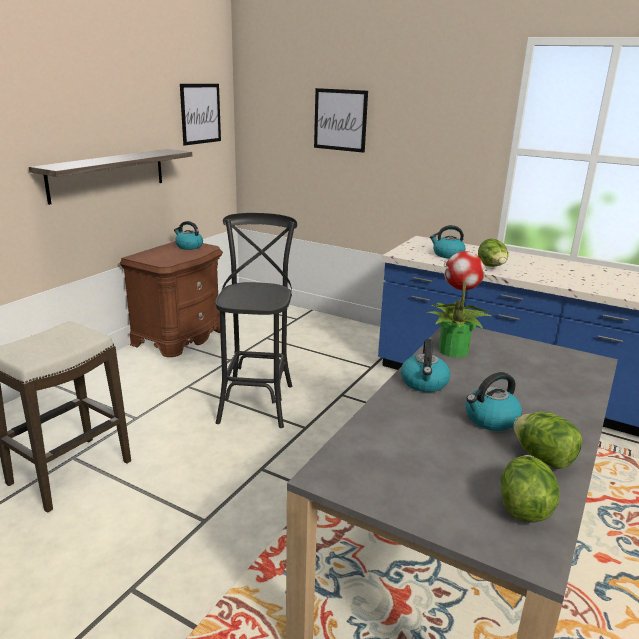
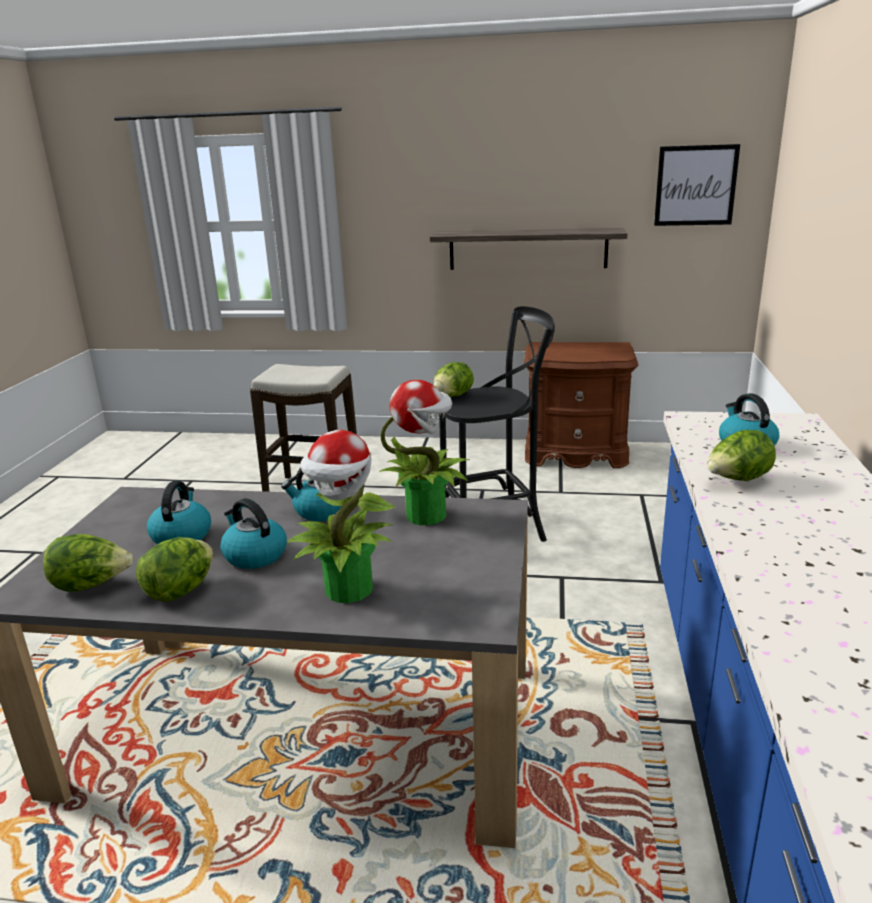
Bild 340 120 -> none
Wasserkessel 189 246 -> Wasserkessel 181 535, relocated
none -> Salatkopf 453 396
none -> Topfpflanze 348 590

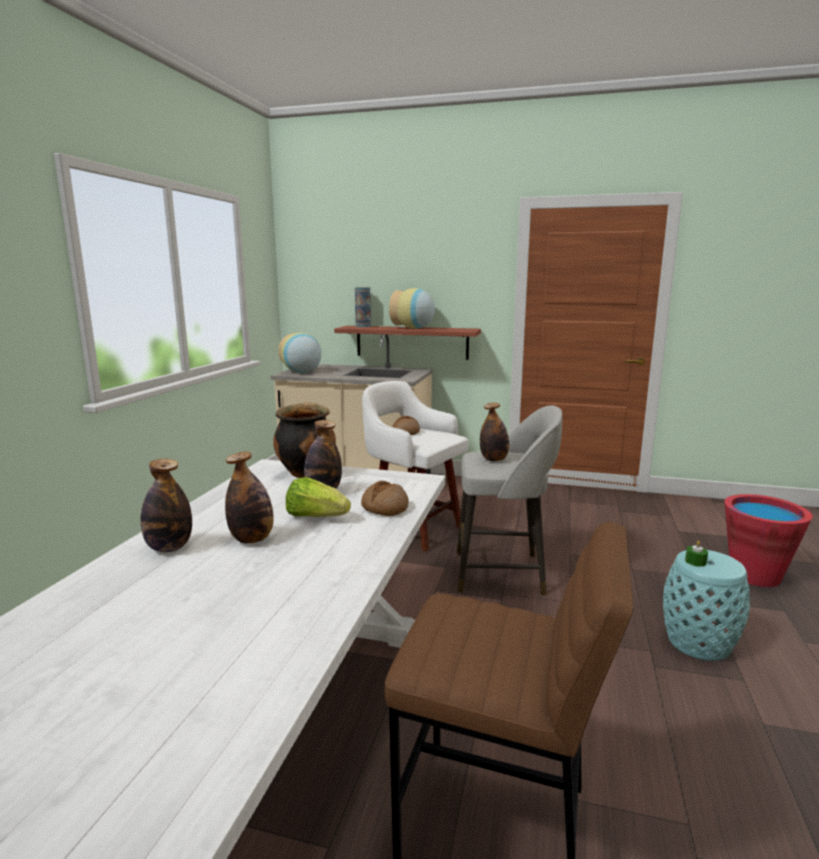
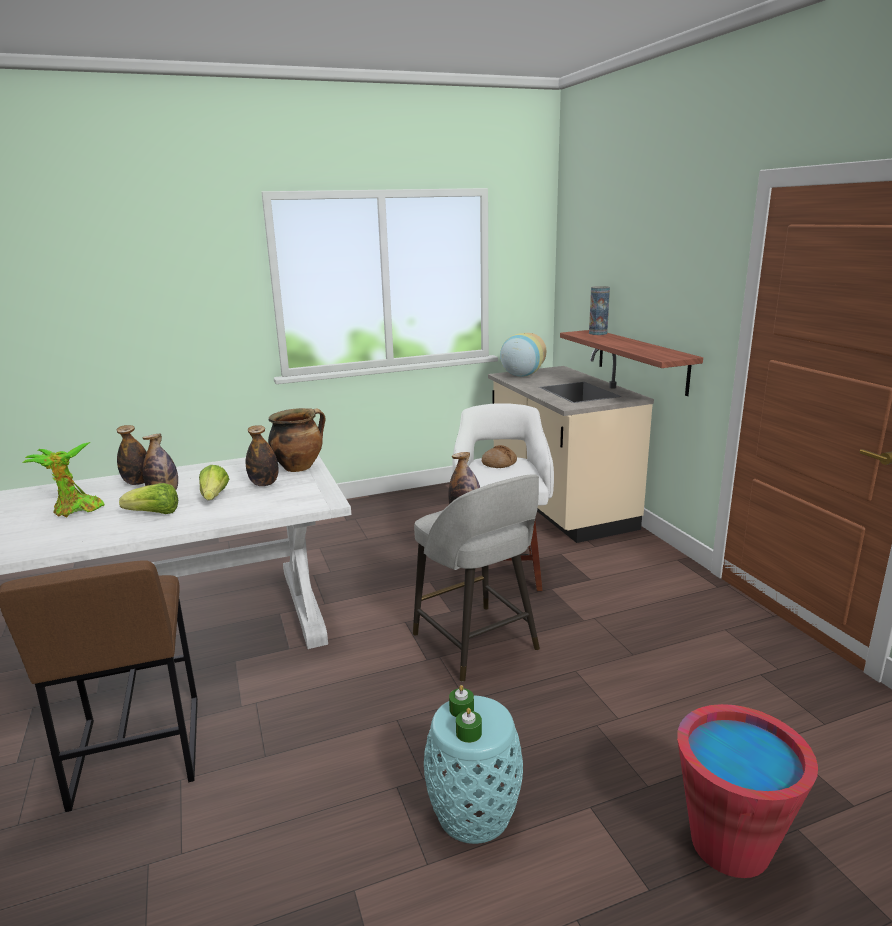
Vase 414 328 -> none
Brot 384 508 -> none
none -> Topfpflanze 75 510
none -> Salatkopf 154 514
none -> Kerze [grün] 468 733

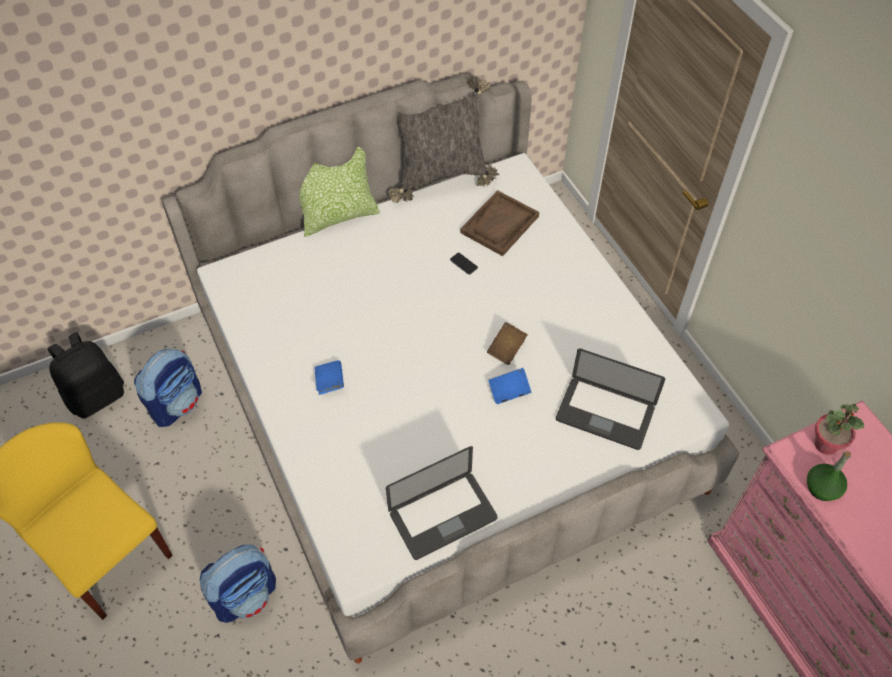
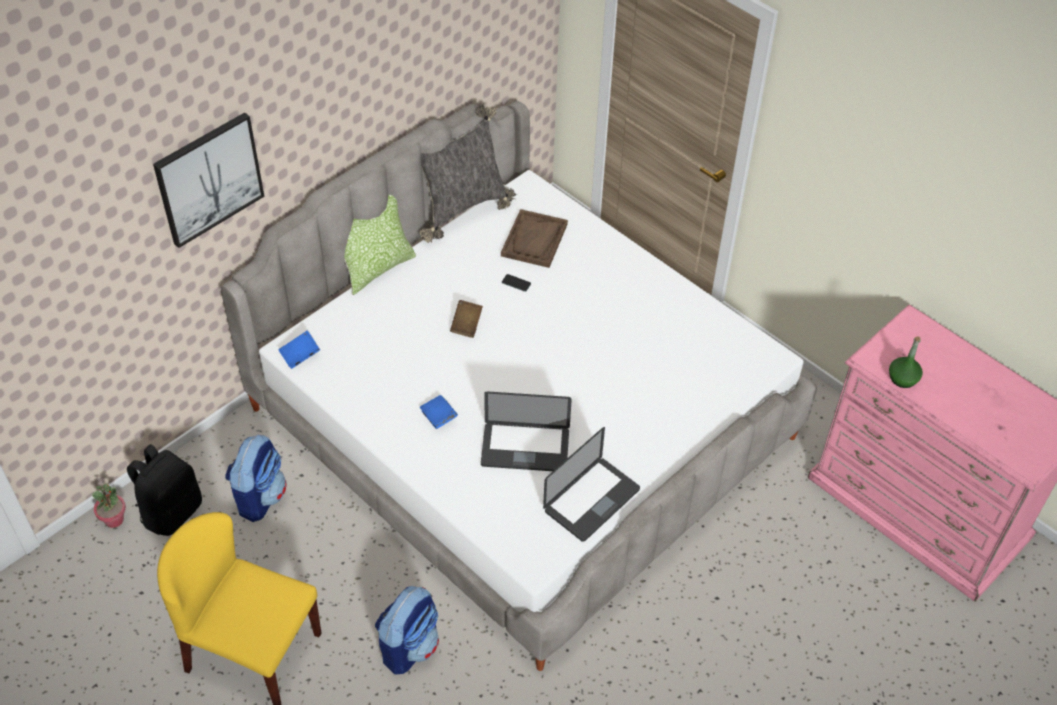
Buch [braun] 506 349 -> Buch [braun] 466 325, relocated
Laptop 605 414 -> Laptop 525 448, relocated
Buch [blau] 509 391 -> Buch [blau] 300 356, relocated
Topfpflanze 825 444 -> Topfpflanze 114 520, relocated
none -> Bild 208 178

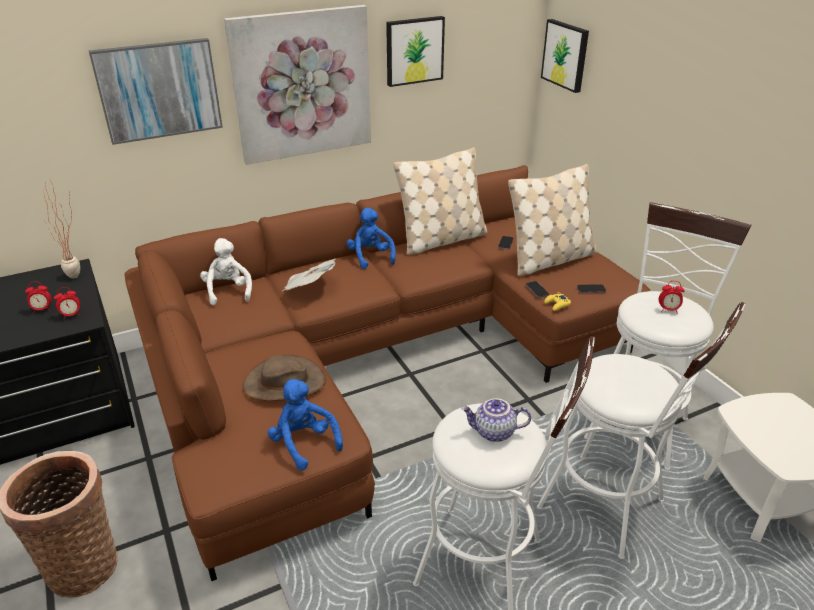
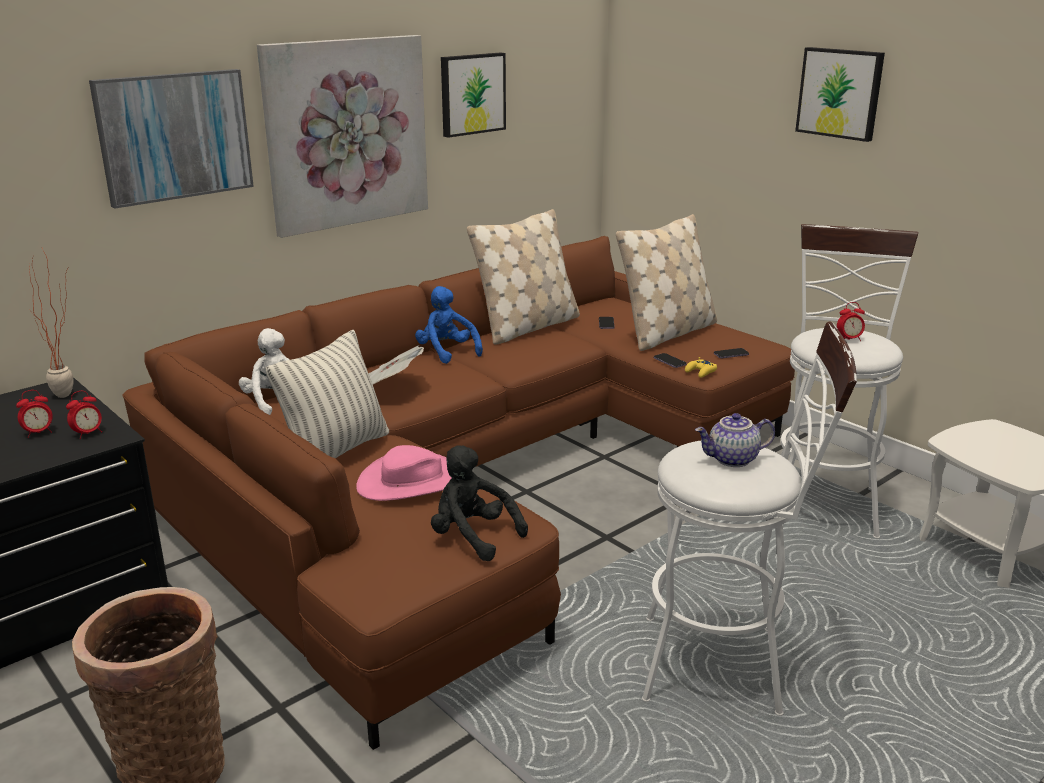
Bild 566 55 -> Bild 840 93, relocated
Hocker [weiß] 610 509 -> none
Hut [braun] 284 383 -> Hut [rosa] 412 482
Plüschtier [blau] 304 443 -> Plüschtier [schwarz] 472 537
none -> Kissen 336 452

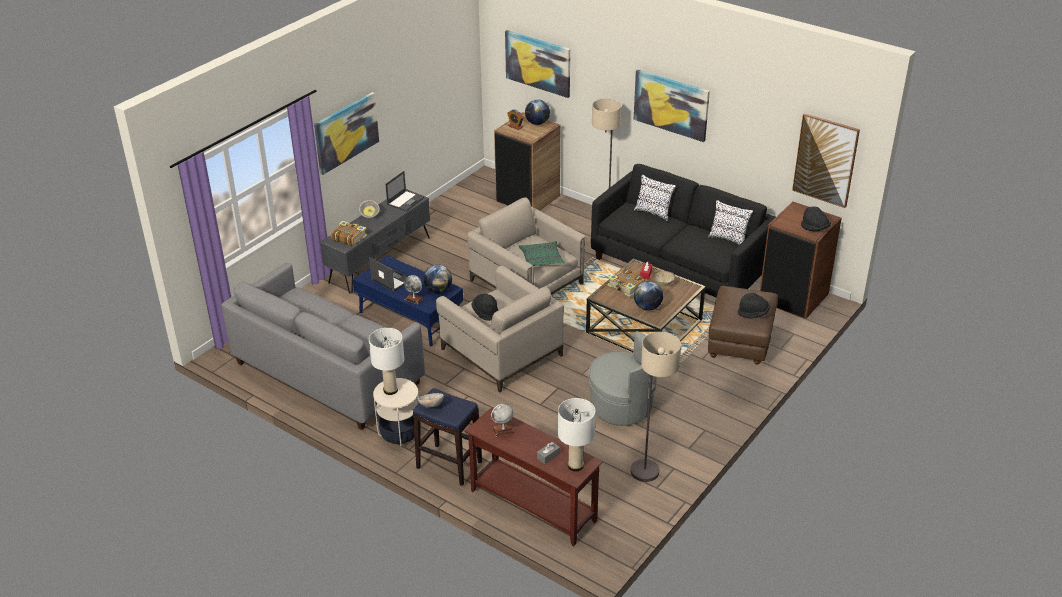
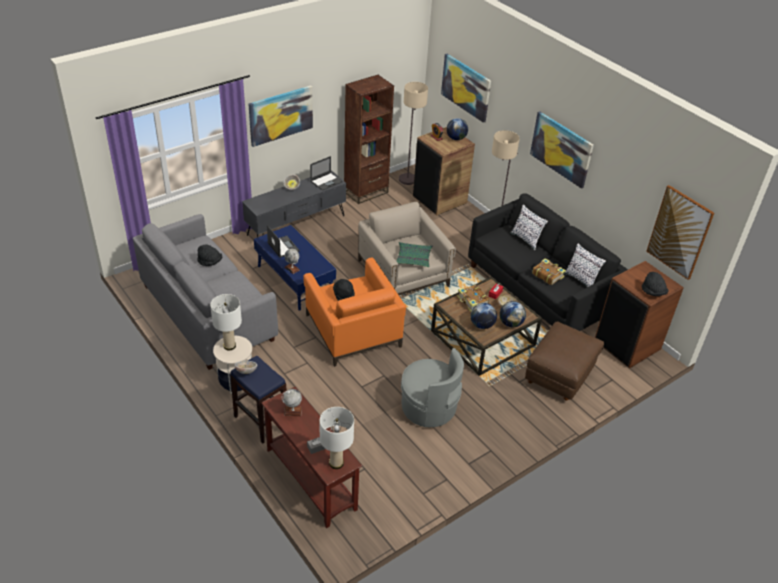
Buch 349 237 -> Buch 547 275, relocated
Globus 438 290 -> Globus 510 323, relocated
Sessel [beige] 501 352 -> Sessel [orange] 352 330
Hut [schwarz] 753 313 -> Hut [schwarz] 210 262, relocated
Stehlampe [beige] 649 477 -> Stehlampe [beige] 408 183, relocated
none -> Bücherregal [braun] 366 192

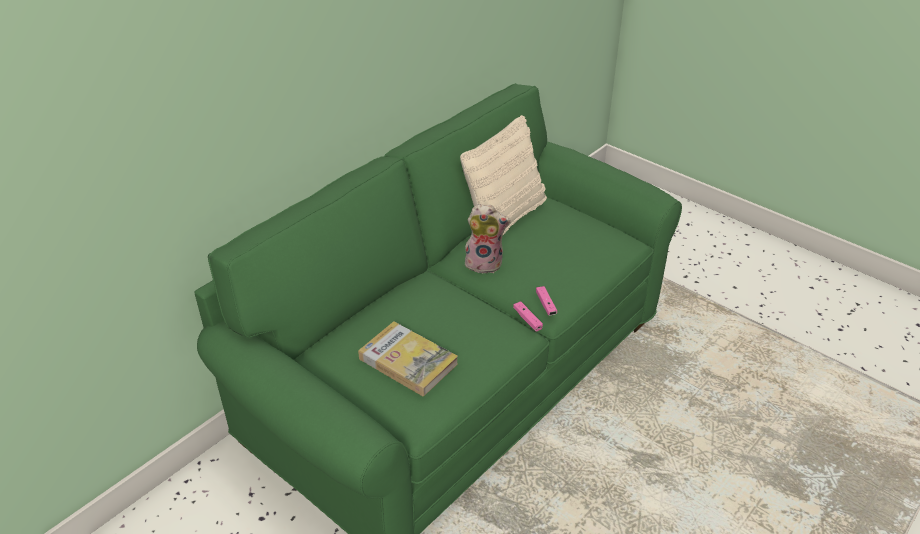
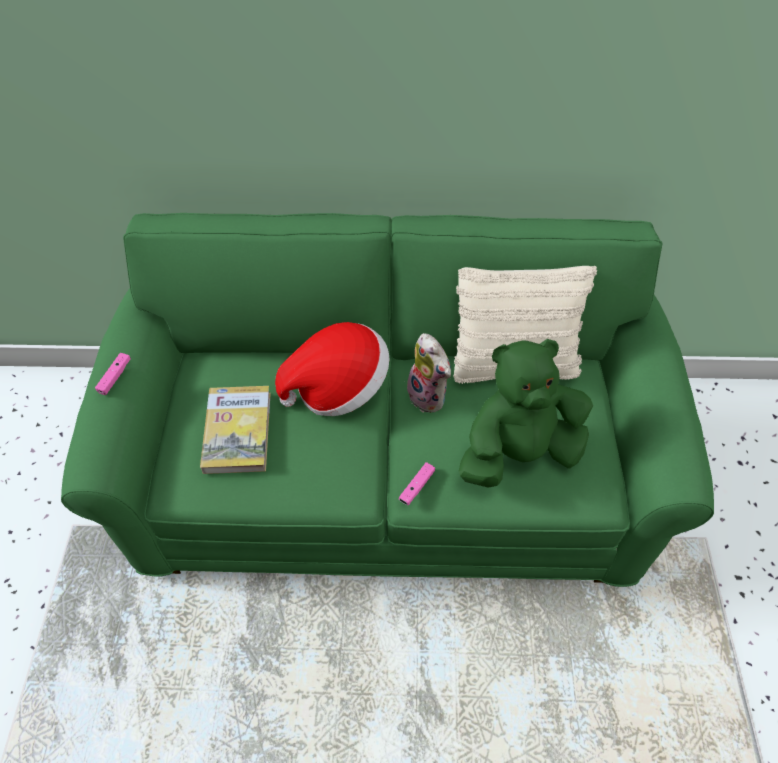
Gamepad [rosa] 527 319 -> Gamepad [rosa] 115 377, relocated
none -> Hut 338 387
none -> Plüschtier [grün] 518 452

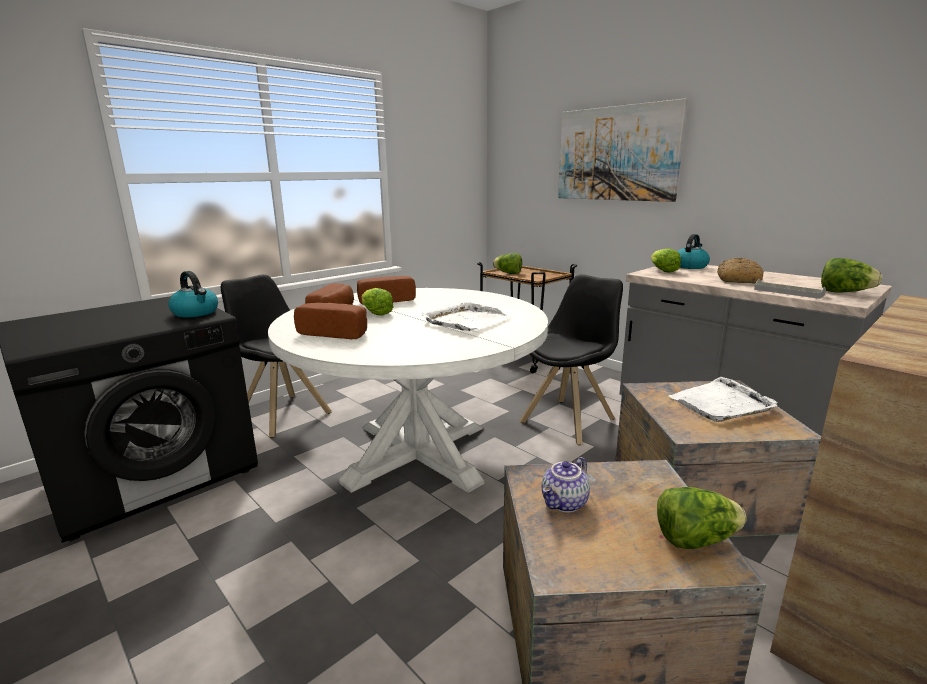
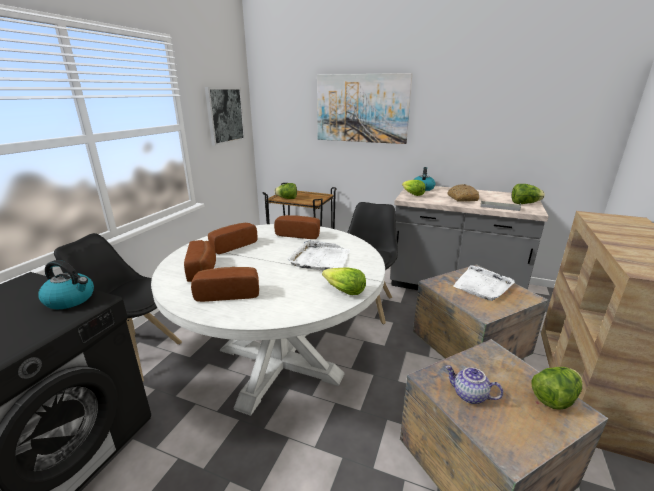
Salatkopf 376 313 -> Salatkopf 344 291, relocated
Teekanne 565 503 -> Teekanne 469 395, 105 degrees clockwise
none -> Bild 225 115
none -> Brot 299 234

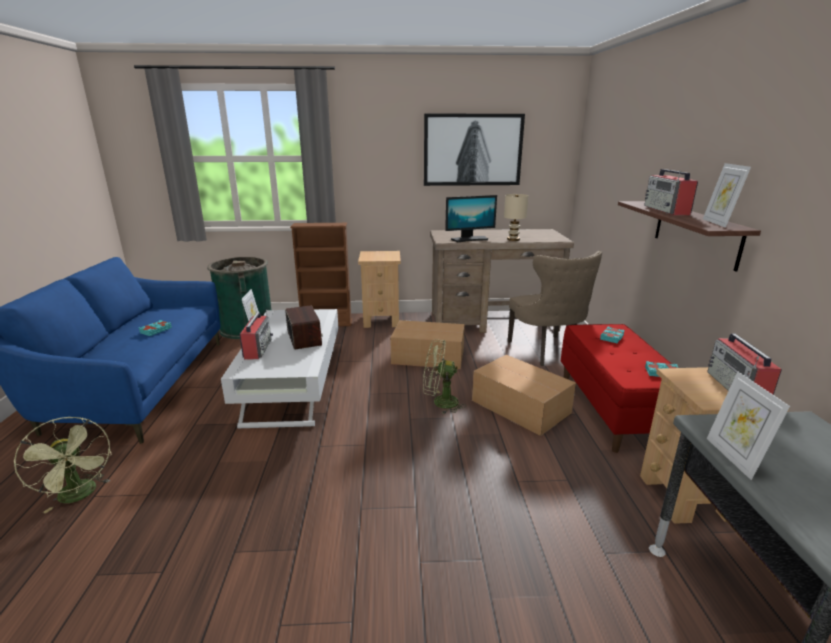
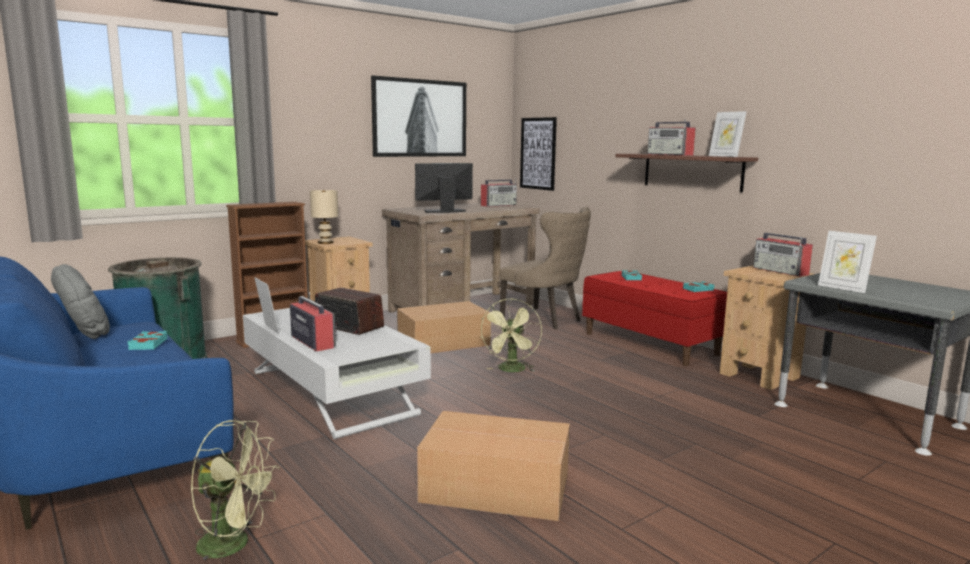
Tischlampe [beige] 513 239 -> Tischlampe [beige] 326 242, relocated
Monitor 469 239 -> Monitor 444 211, 150 degrees counterclockwise
Ventilator [grün] 439 402 -> Ventilator [grün] 511 370, 45 degrees counterclockwise
Karton 519 406 -> Karton 493 487, relocated
none -> Bild 538 153
none -> Radio 499 205
none -> Kissen [grau] 84 336

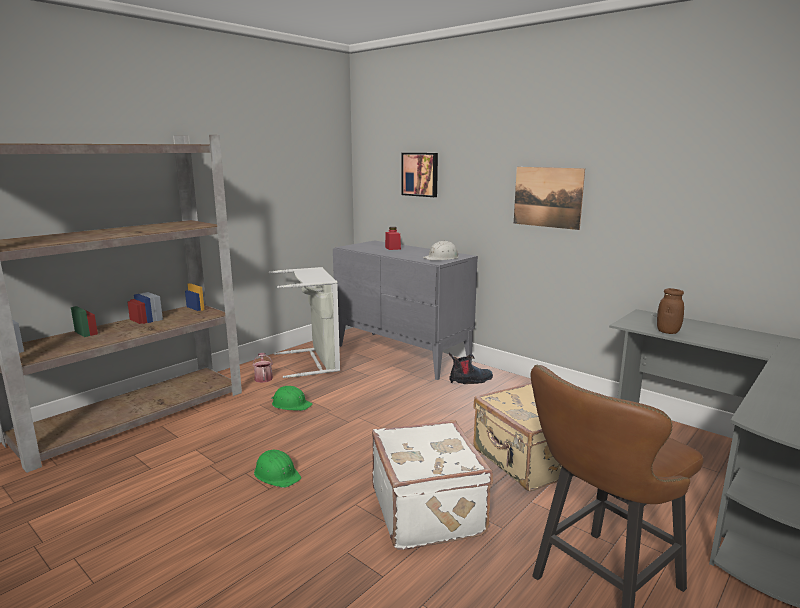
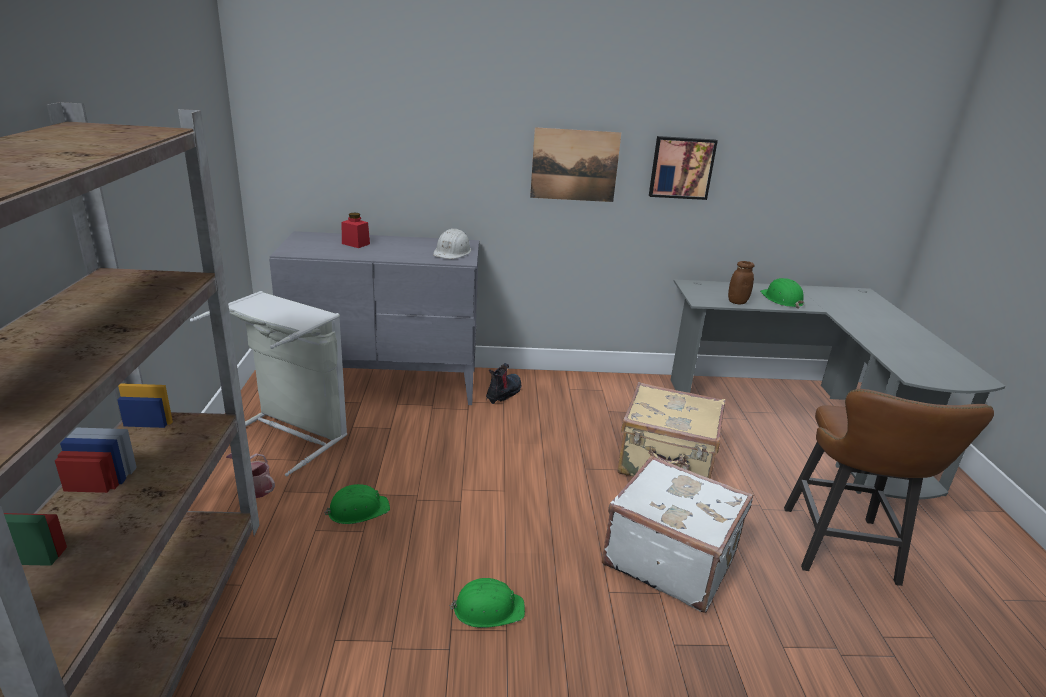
Bild 420 174 -> Bild 681 167, relocated
none -> Schutzhelm [grün] 782 299

